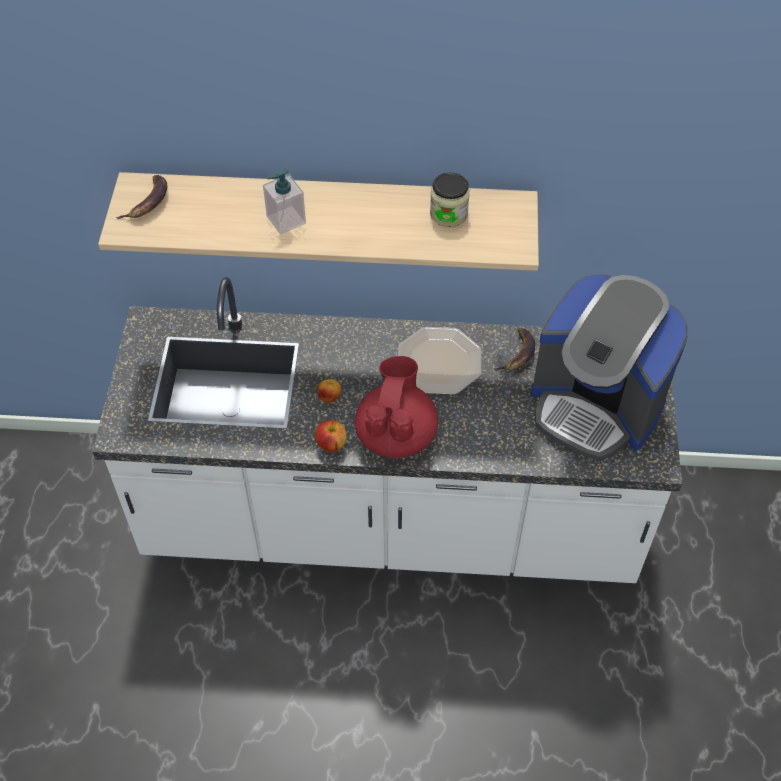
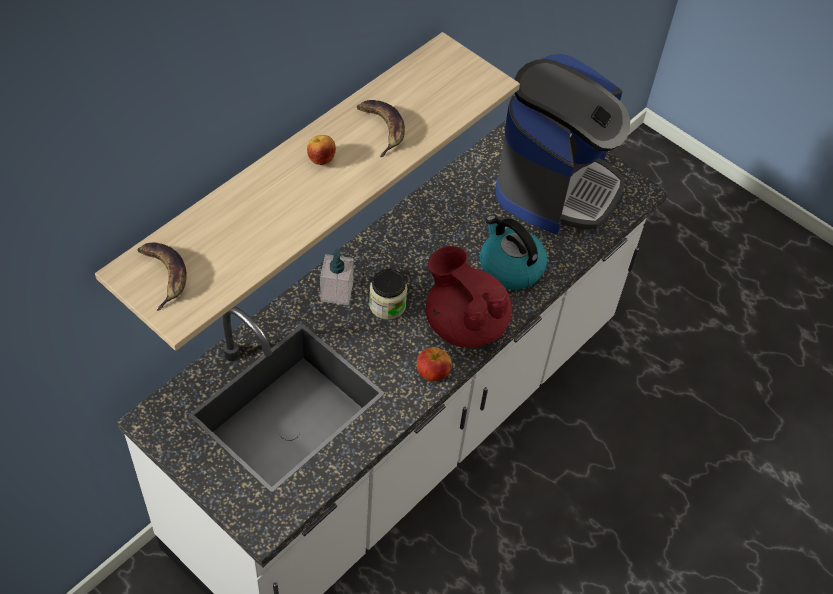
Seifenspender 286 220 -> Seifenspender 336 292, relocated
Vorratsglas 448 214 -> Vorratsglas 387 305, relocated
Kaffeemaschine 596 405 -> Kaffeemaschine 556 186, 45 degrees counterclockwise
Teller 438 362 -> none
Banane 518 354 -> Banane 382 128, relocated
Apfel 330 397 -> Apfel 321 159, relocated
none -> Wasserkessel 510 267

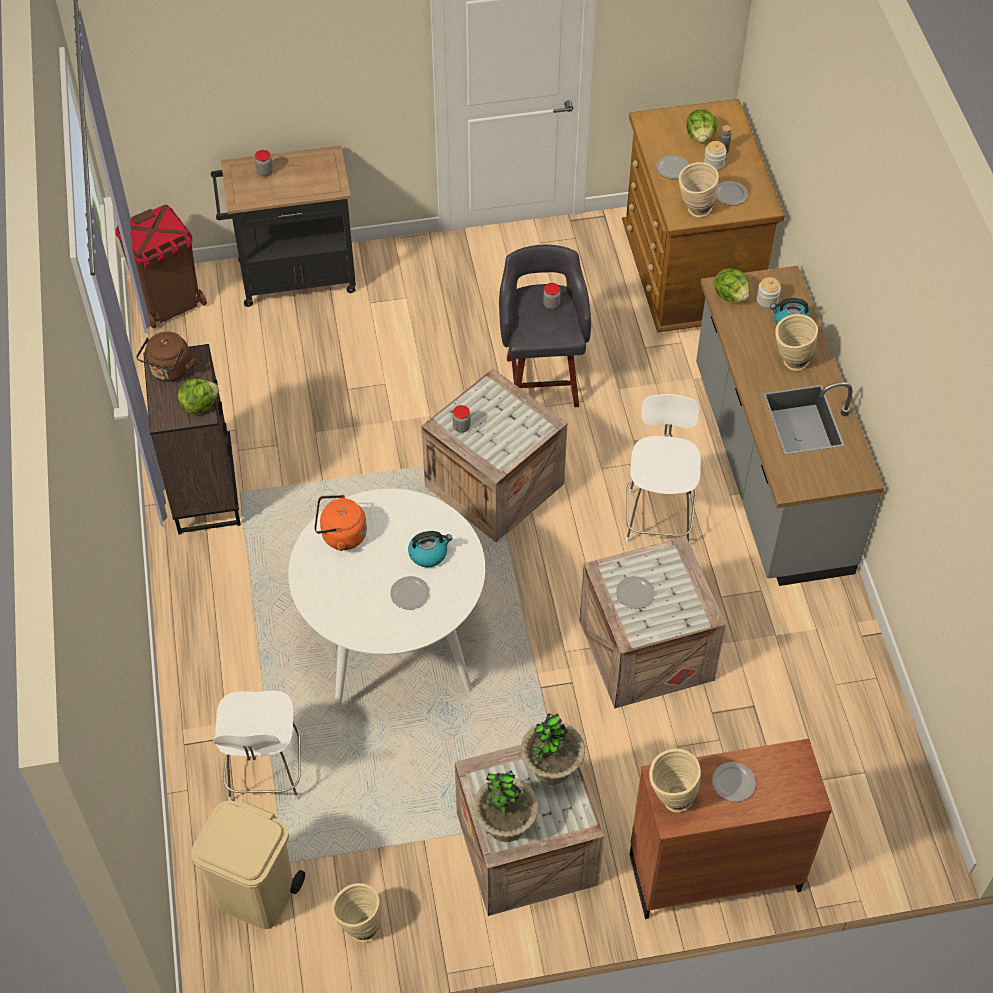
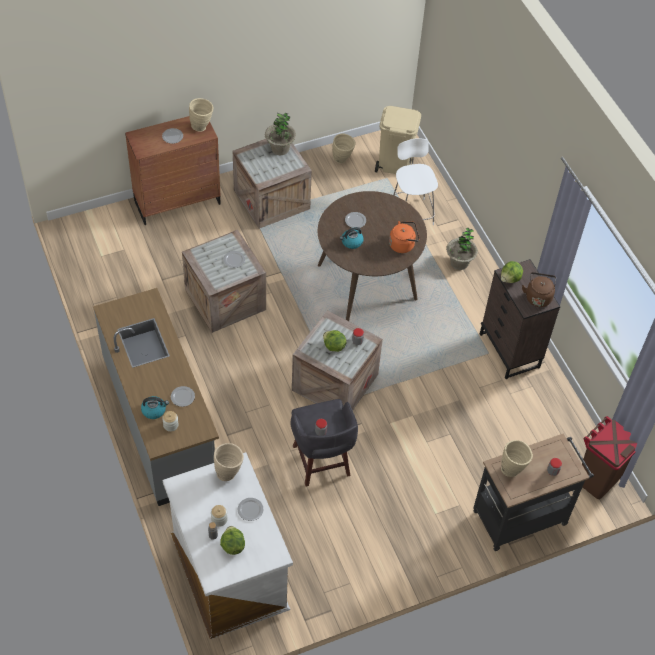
Kommode [braun] 691 274 -> Kommode [weiß] 229 573
Teller 730 195 -> Teller 182 396, relocated
Salatkopf 731 295 -> Salatkopf 333 346, relocated
Vase [beige] 790 363 -> Vase [beige] 513 468, relocated
Stuhl [weiß] 658 516 -> none
Esstisch [weiß] 394 644 -> Esstisch [braun] 367 282
Topfpflanze 551 768 -> Topfpflanze 459 263, relocated

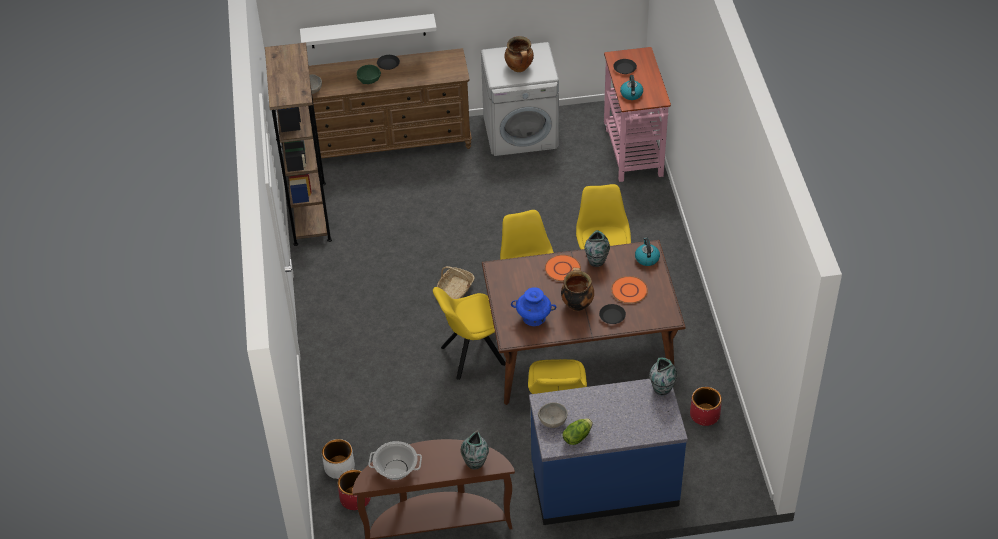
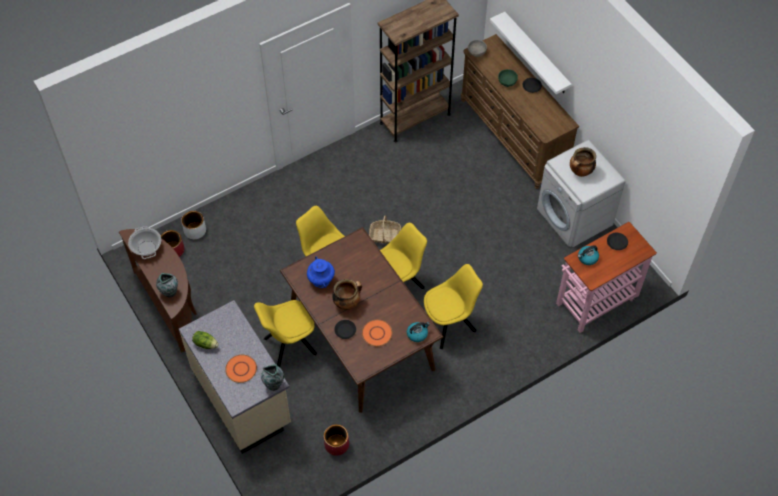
Vase 596 261 -> none
Teller [orange] 562 269 -> Teller [orange] 241 369, relocated
Küchenzeile [blau] 604 484 -> Küchenzeile [beige] 242 397
Schüssel [grau] 552 420 -> none

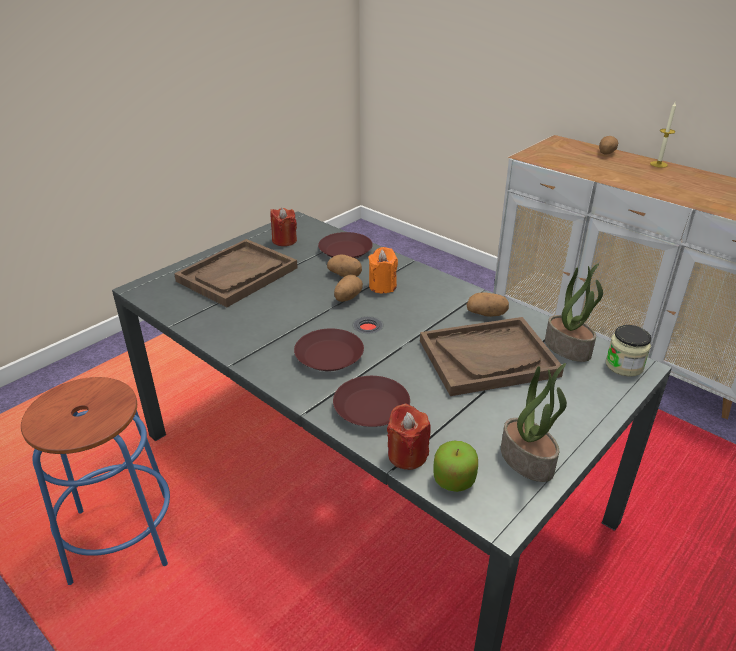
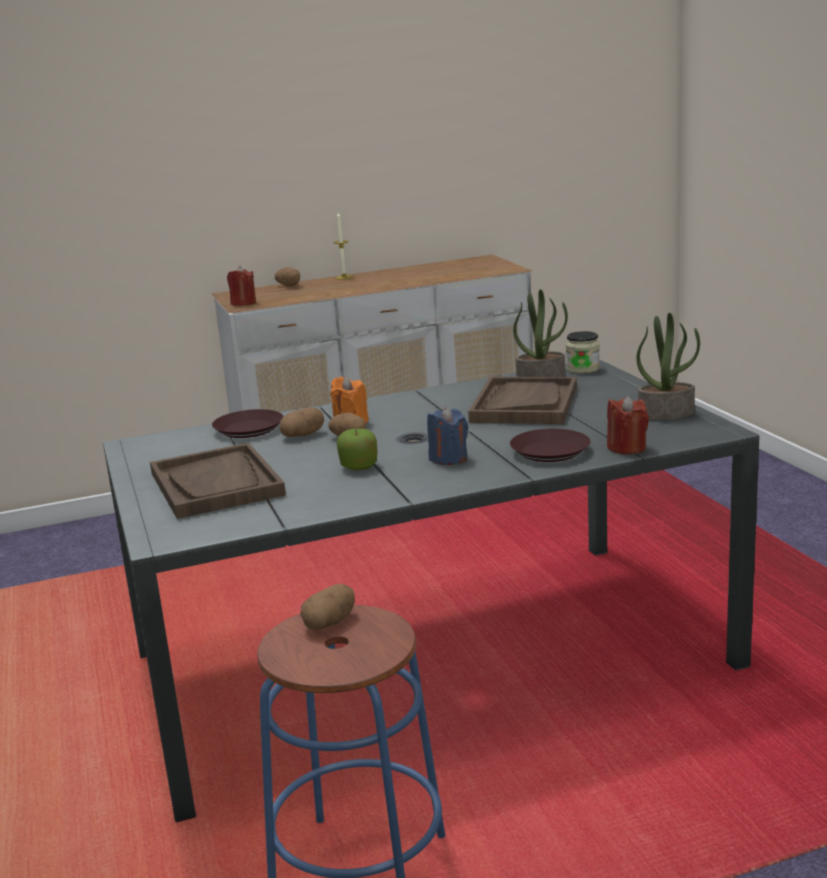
Kerze [rot] 284 240 -> Kerze [rot] 243 303, relocated
Kartoffel 486 314 -> Kartoffel 330 623, relocated
Teller [braun] 328 356 -> Kerze [blau] 448 458
Apfel 454 480 -> Apfel 359 466, relocated

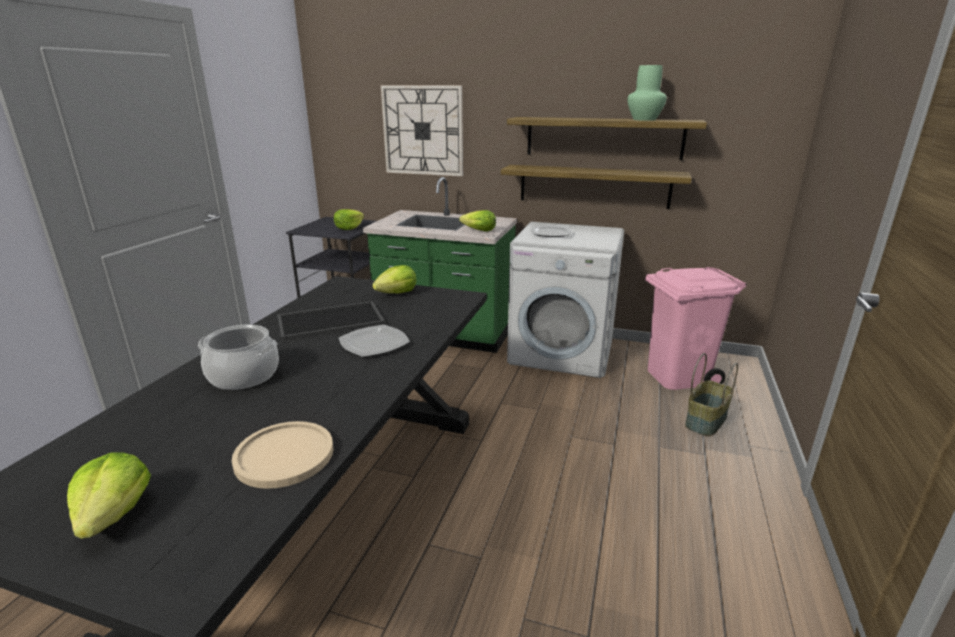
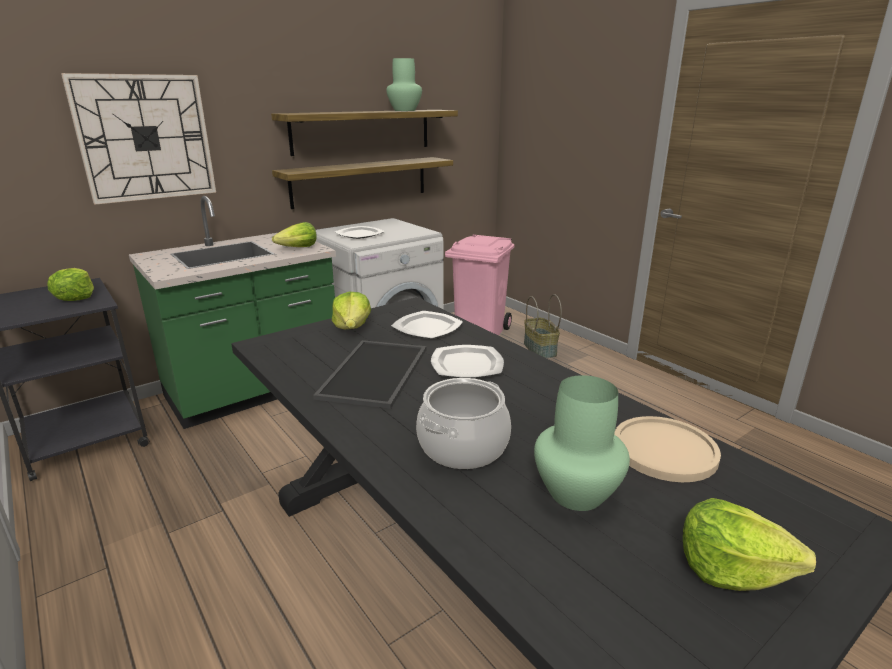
none -> Teller 427 328
none -> Vase [grün] 578 494

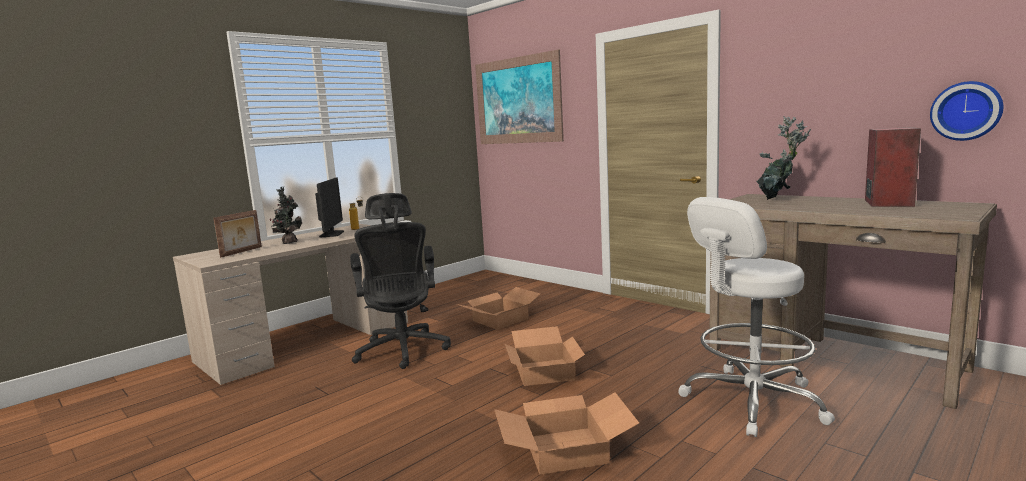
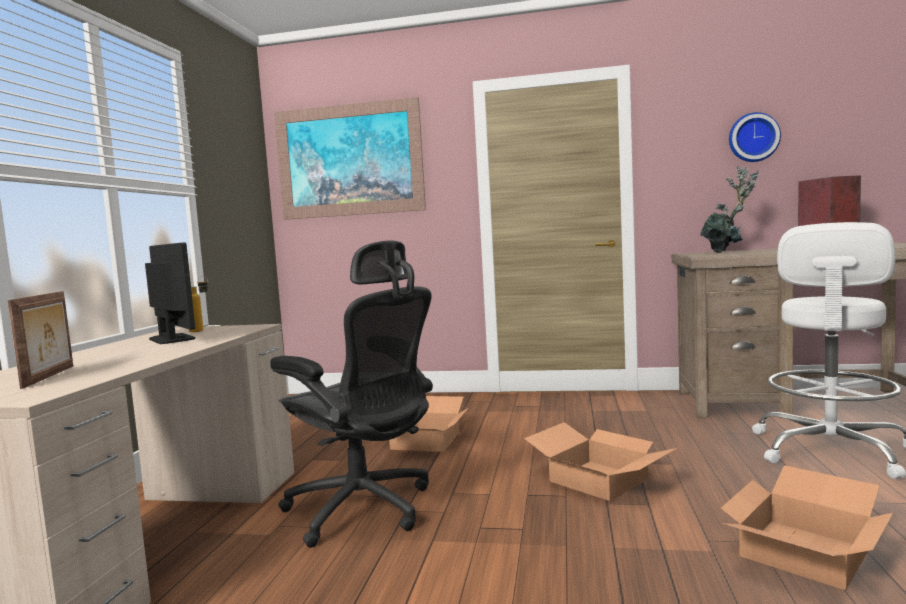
Wanduhr 966 111 -> Wanduhr 753 138, relocated
Topfpflanze 288 242 -> none

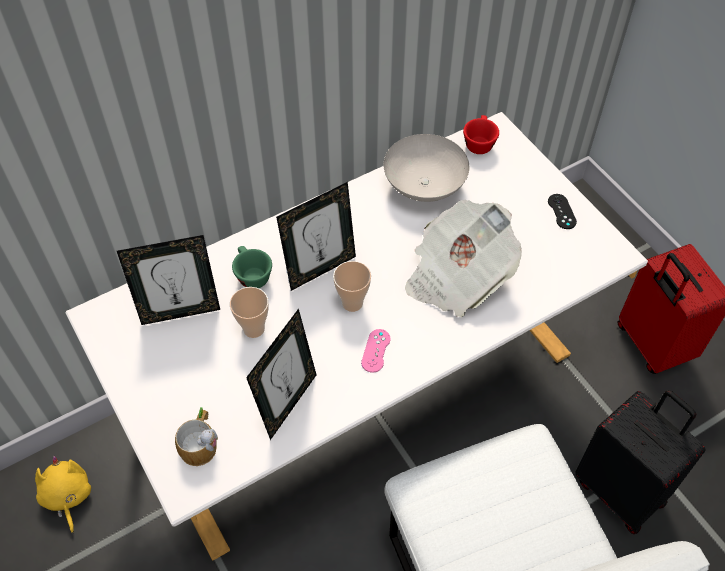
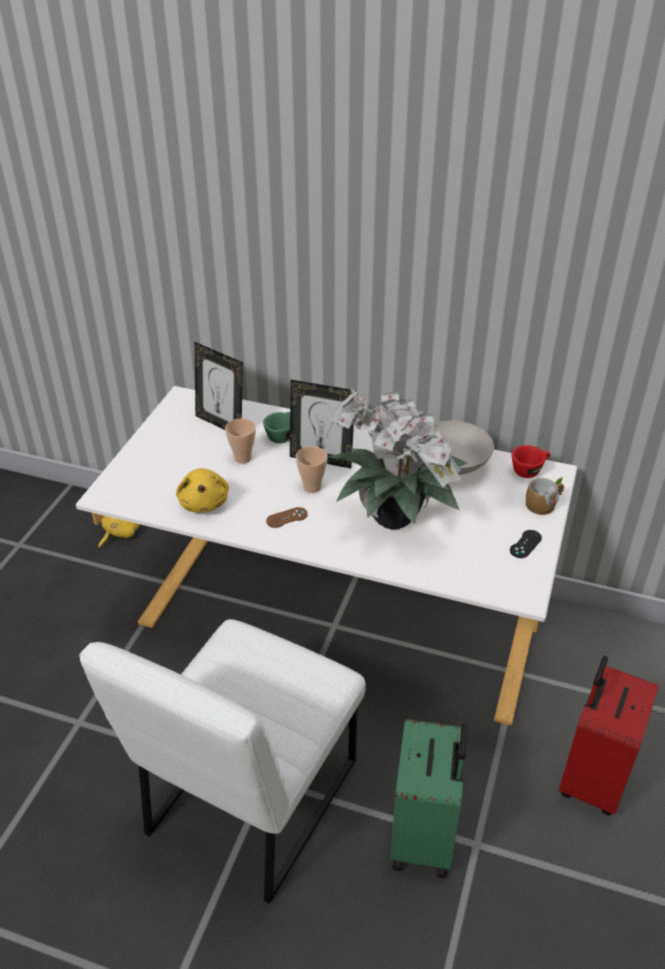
Zeitung 457 275 -> Topfpflanze 395 522
Bilderrahmen 288 403 -> Plüschtier [gelb] 204 502
Gamepad [rosa] 376 350 -> Gamepad [braun] 287 517
Koffer [schwarz] 621 490 -> Koffer [grün] 425 837
Henkelbecher 201 443 -> Henkelbecher 544 504, relocated

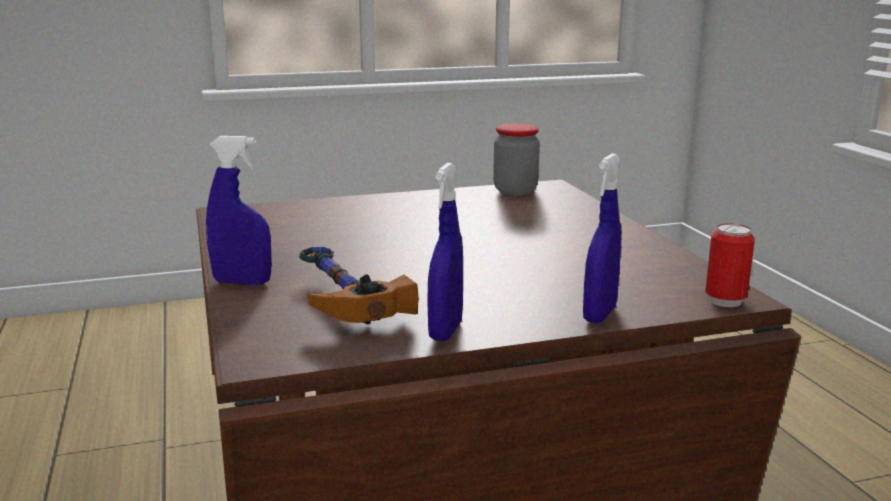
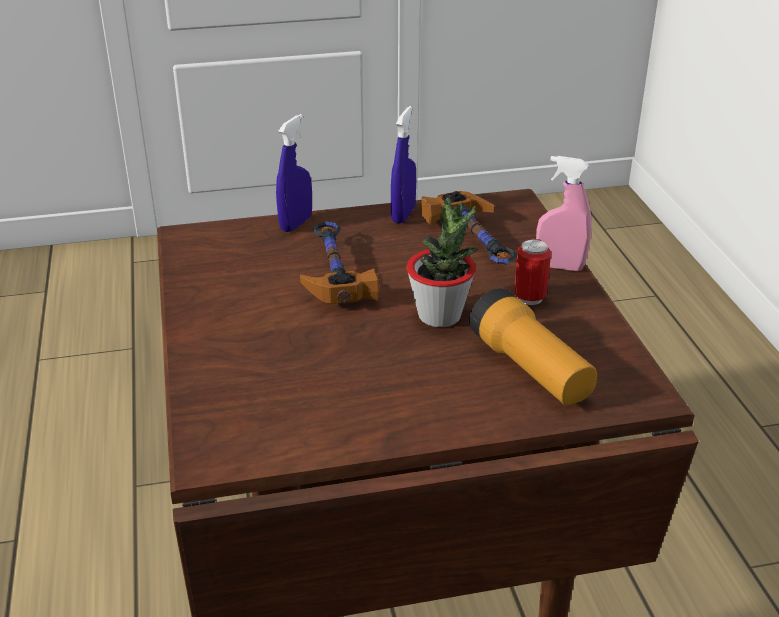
Vorratsglas 515 191 -> none
Sprühflasche [blau] 242 282 -> Sprühflasche [rosa] 559 266
Dose 725 301 -> Dose 529 298, relocated
none -> Topfpflanze 440 315
none -> Hammer 332 273
none -> Taschenlampe 530 369

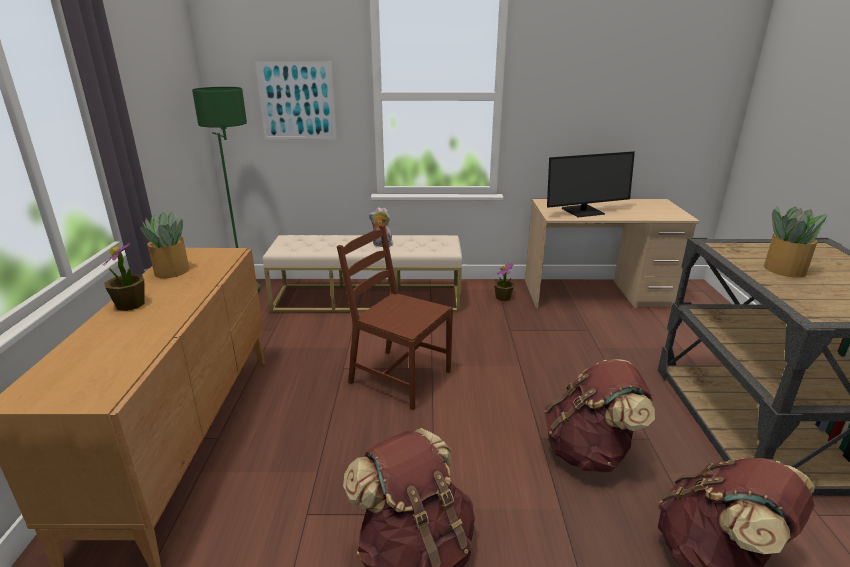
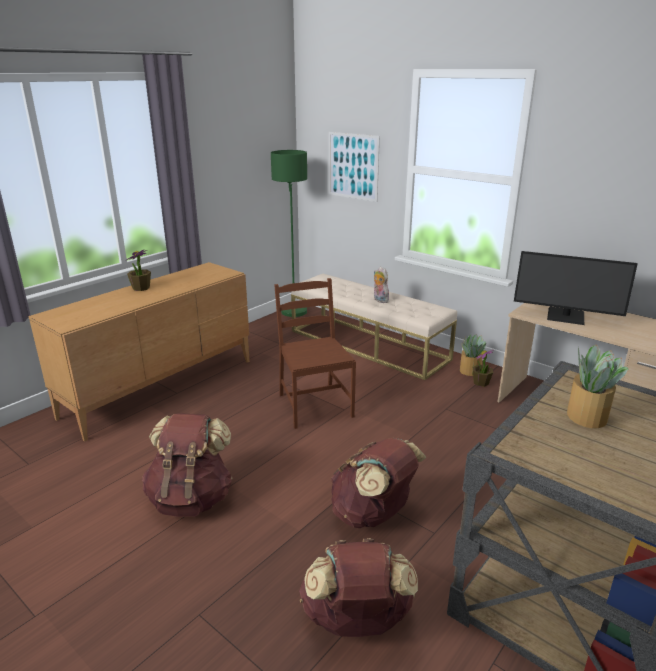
Topfpflanze 171 271 -> Topfpflanze 469 371, relocated

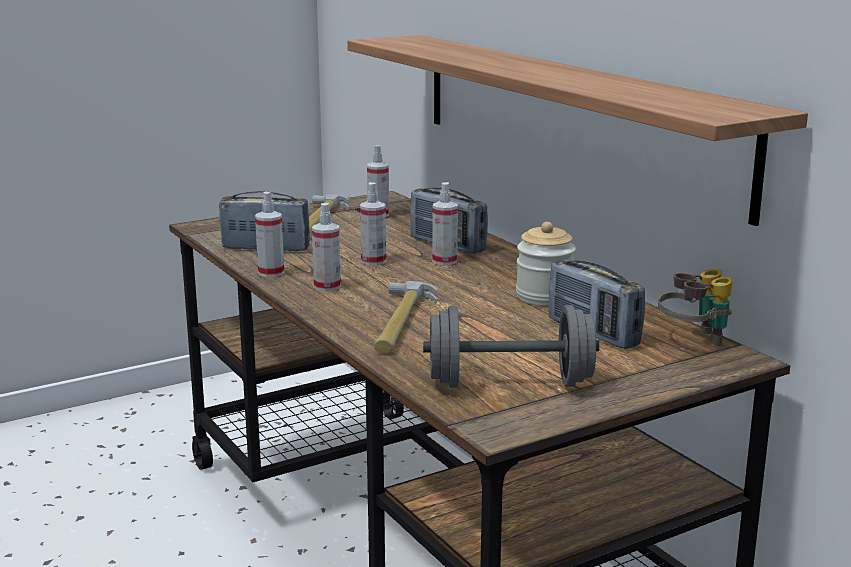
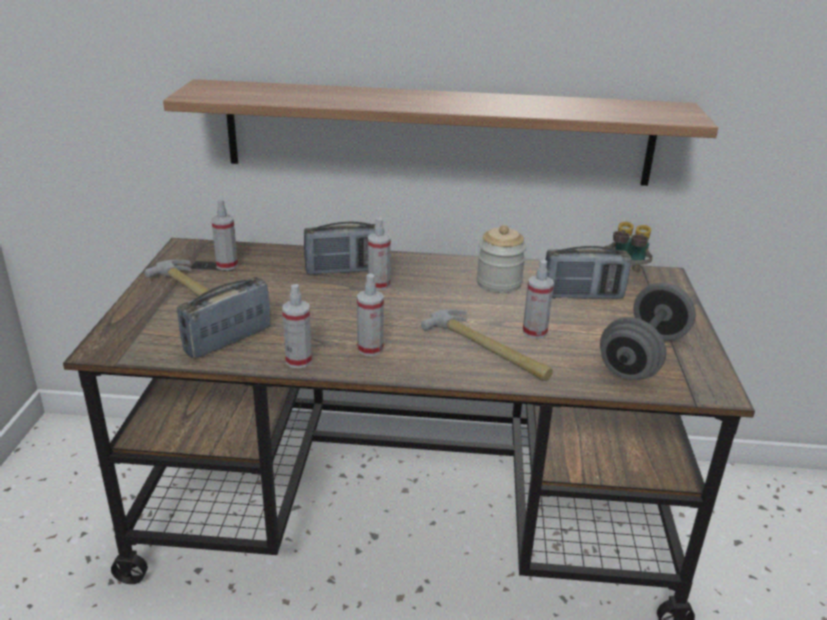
Sprühflasche 373 261 -> Sprühflasche 534 332, relocated

